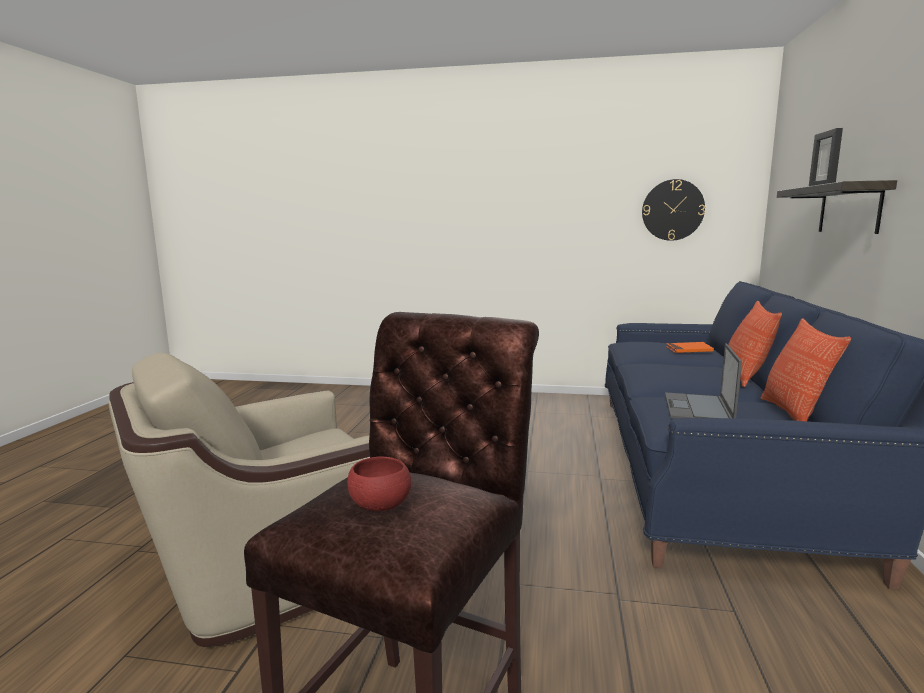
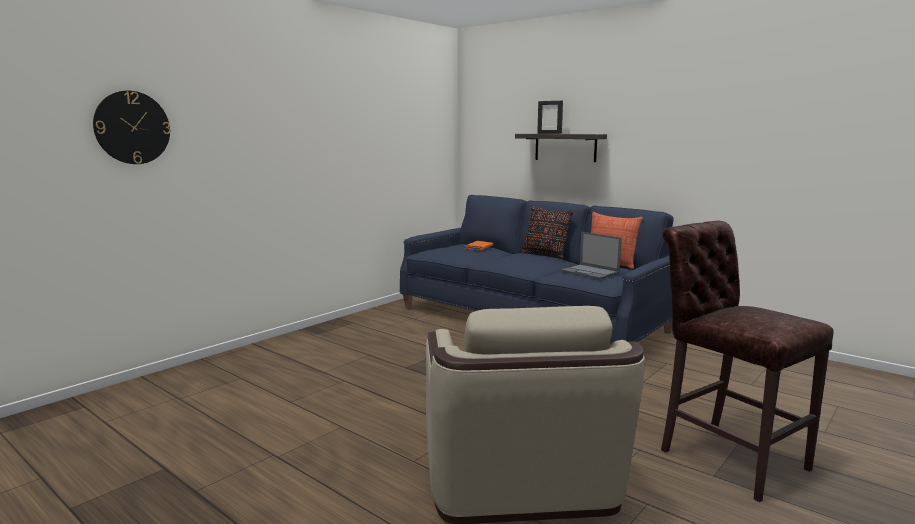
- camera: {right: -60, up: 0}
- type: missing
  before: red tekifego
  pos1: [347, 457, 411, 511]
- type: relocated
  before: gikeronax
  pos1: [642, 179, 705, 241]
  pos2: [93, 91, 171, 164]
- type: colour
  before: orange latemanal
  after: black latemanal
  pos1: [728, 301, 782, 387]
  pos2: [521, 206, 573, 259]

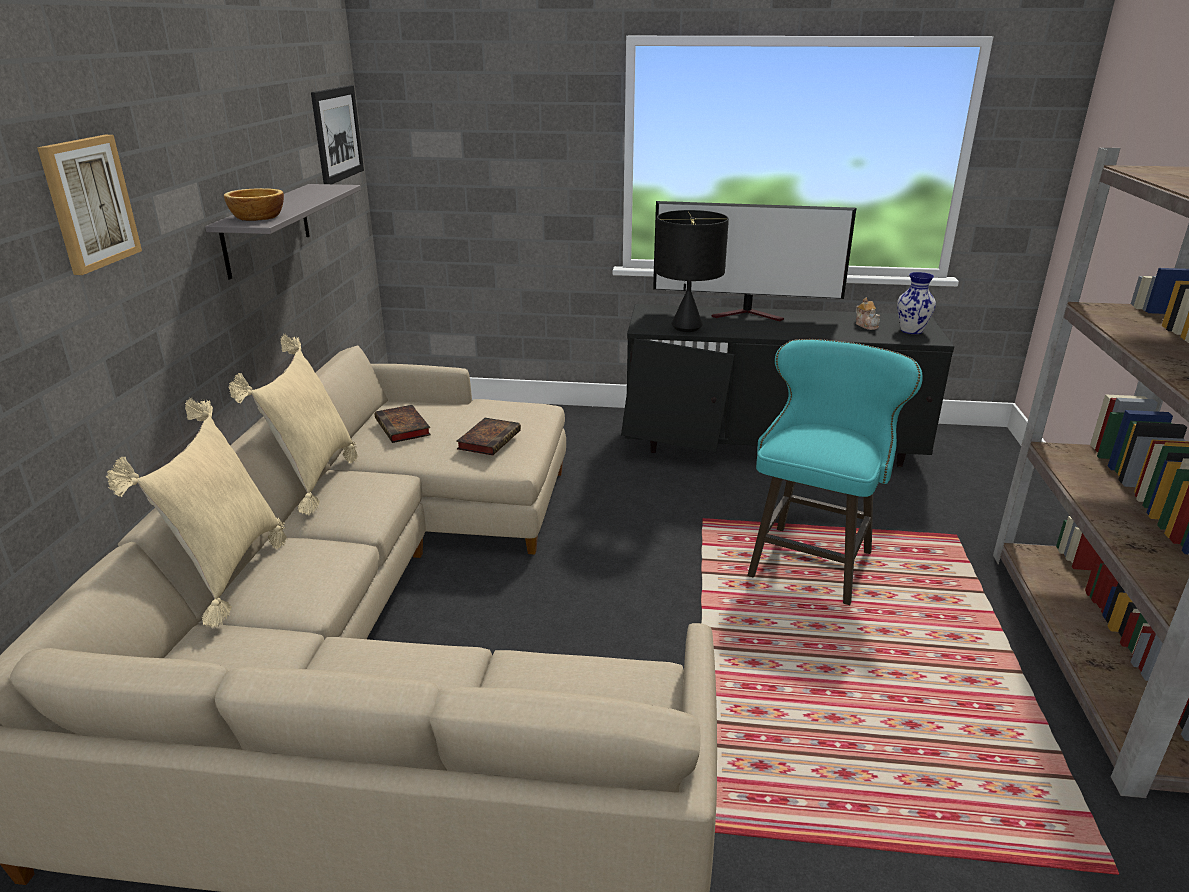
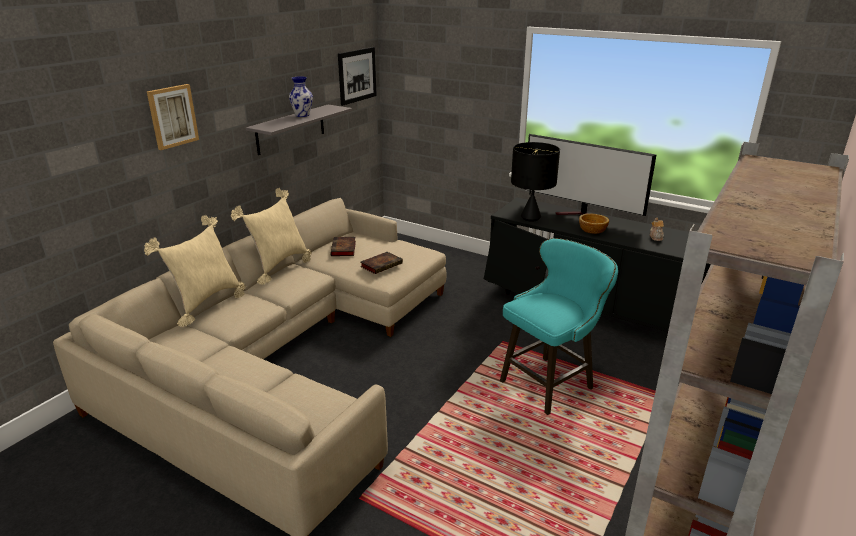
- camera: {right: 25, up: 0}
- type: relocated
  before: tekifego
  pos1: [224, 188, 284, 221]
  pos2: [579, 214, 609, 234]
- type: relocated
  before: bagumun
  pos1: [897, 272, 936, 334]
  pos2: [289, 76, 313, 117]

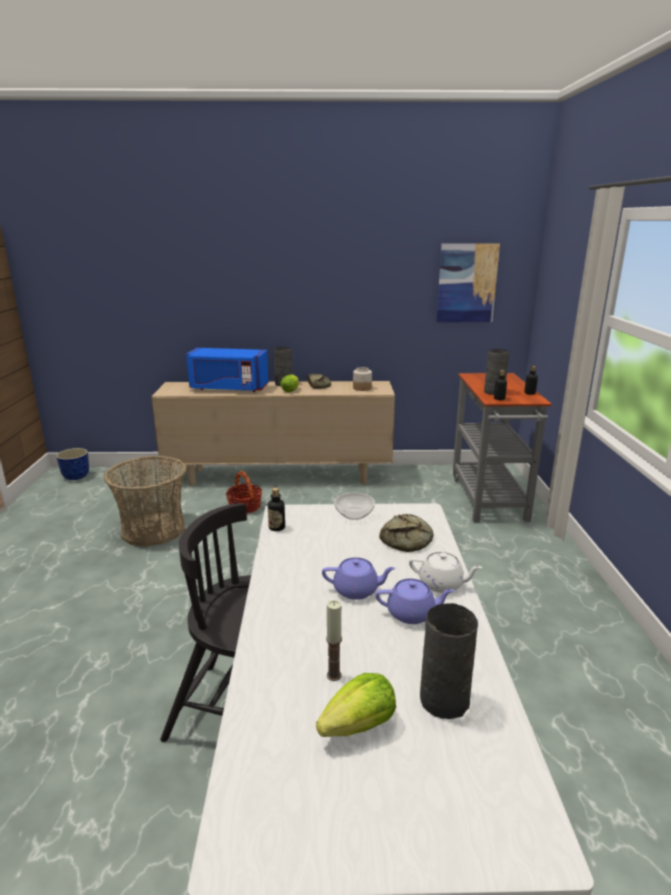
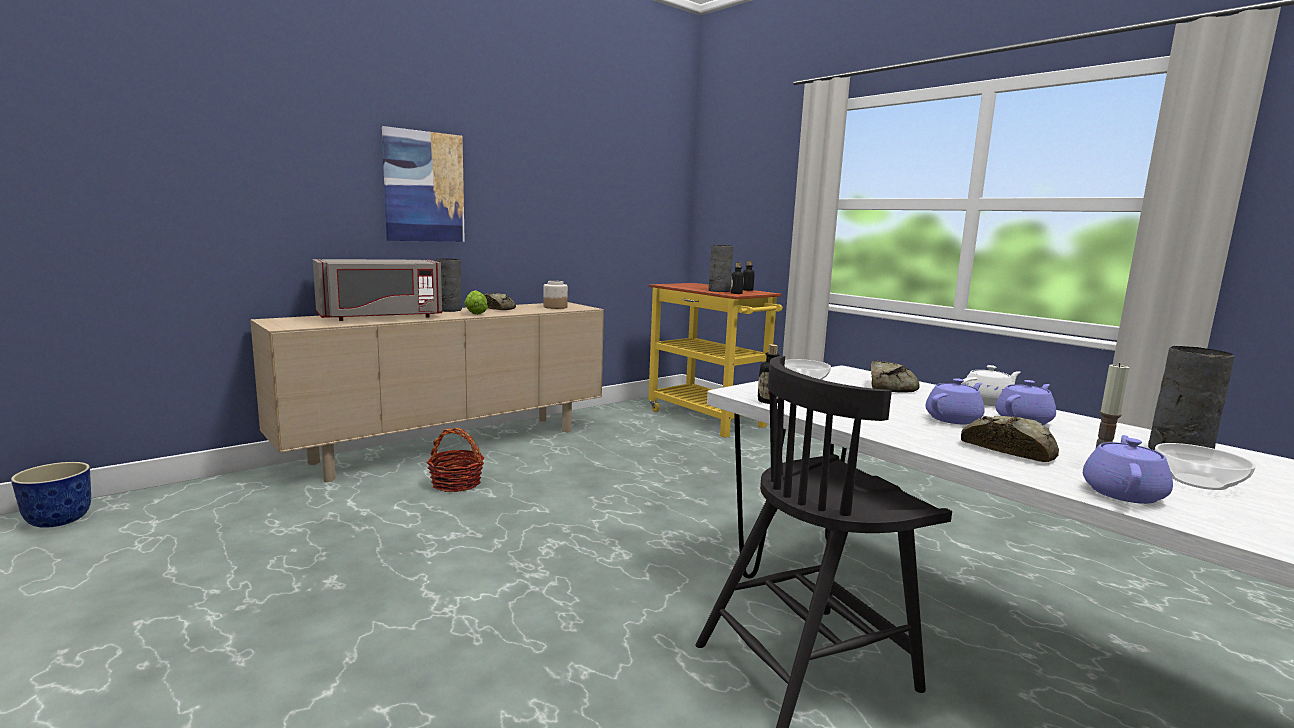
- camera: {right: -40, up: -10}
- type: missing
  before: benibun
  pos1: [104, 456, 187, 547]
- type: colour
  before: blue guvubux
  after: grey guvubux
  pos1: [186, 348, 269, 392]
  pos2: [313, 259, 442, 321]
- type: exchanged
  before: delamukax
  after: tekifego
  pos1: [316, 673, 396, 737]
  pos2: [1155, 443, 1256, 490]
- type: relocated
  before: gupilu
  pos1: [437, 243, 500, 322]
  pos2: [382, 126, 465, 242]
- type: colour
  before: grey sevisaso
  after: yellow sevisaso
  pos1: [453, 373, 551, 522]
  pos2: [648, 283, 783, 438]
- type: appeared
  after: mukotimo
  pos2: [961, 416, 1059, 462]
- type: appeared
  after: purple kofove
  pos2: [1083, 435, 1173, 504]

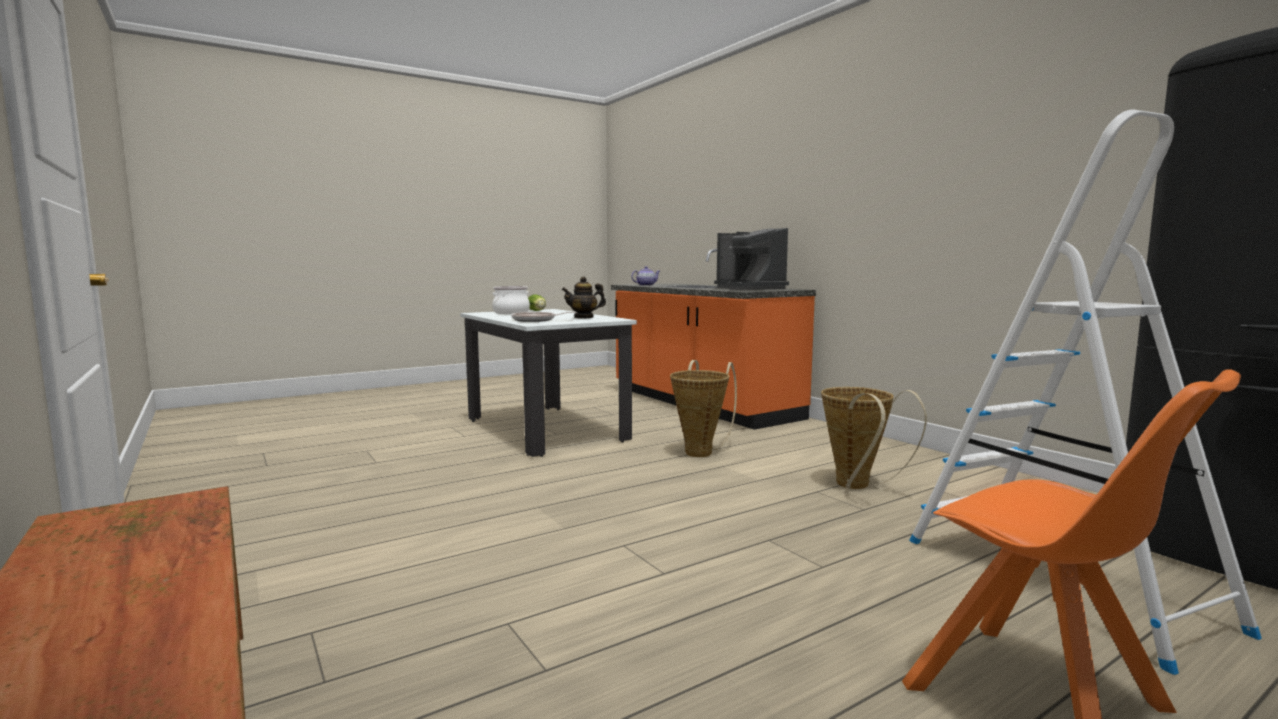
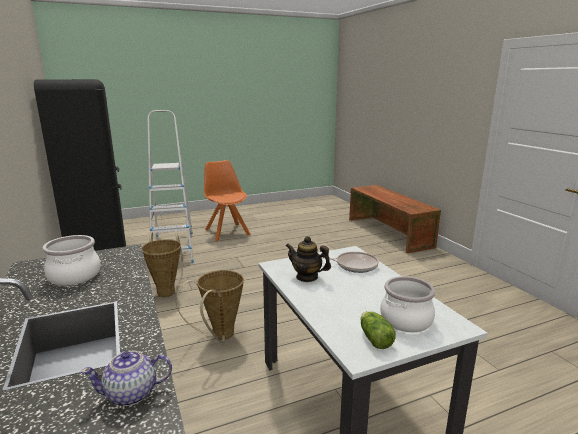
- camera: {right: -170, up: 10}
- type: spun
  before: kofove
  pos1: [562, 276, 606, 318]
  pos2: [286, 236, 331, 282]
  turn: -150
- type: exchanged
  before: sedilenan
  after: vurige
  pos1: [714, 228, 789, 290]
  pos2: [42, 235, 101, 285]

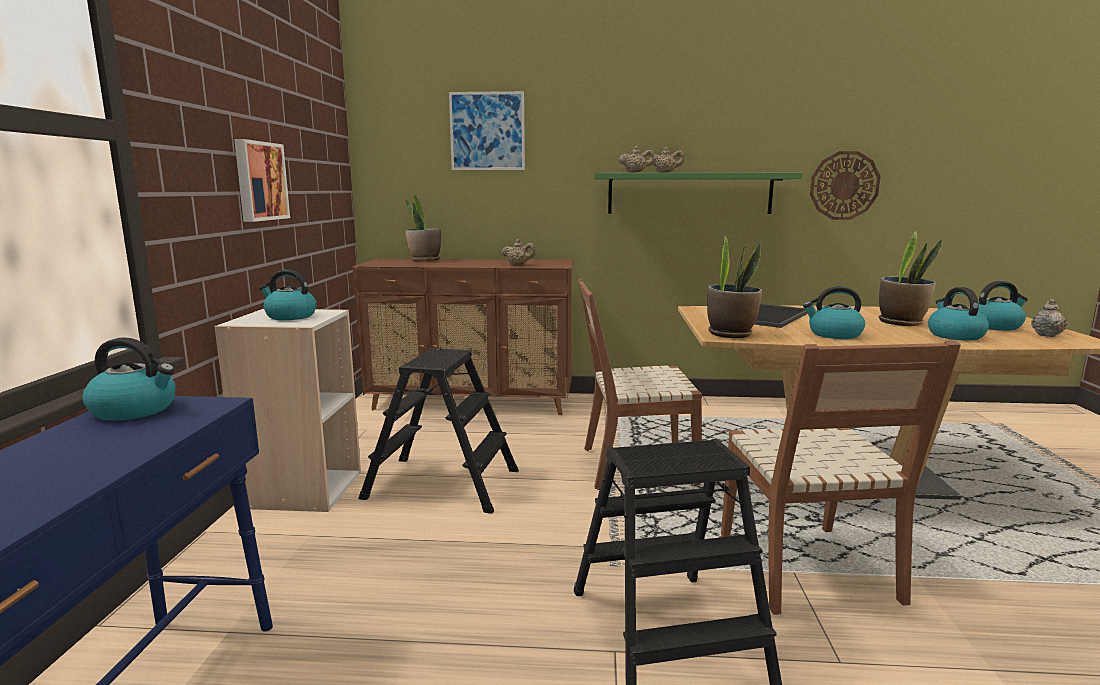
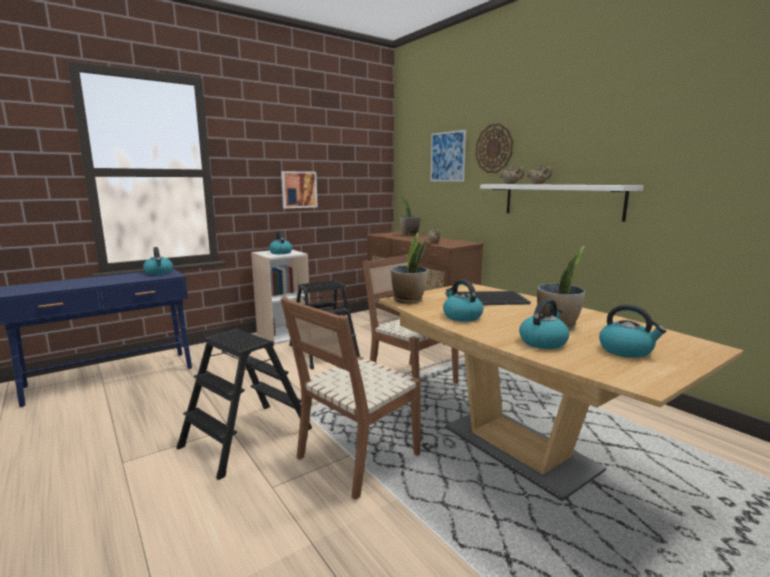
- camera: {right: 50, up: 0}
- type: colour
  before: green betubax
  after: white betubax
  pos1: [594, 173, 802, 214]
  pos2: [480, 184, 644, 222]
- type: relocated
  before: gikeronax
  pos1: [810, 151, 881, 220]
  pos2: [476, 123, 513, 173]
- type: missing
  before: beige kofove
  pos1: [1031, 299, 1068, 337]

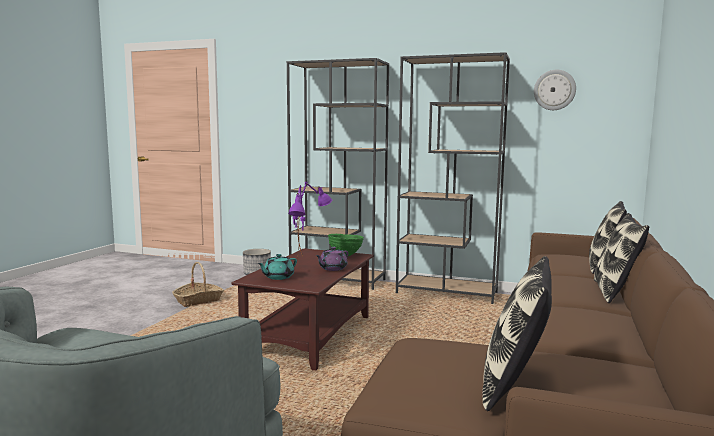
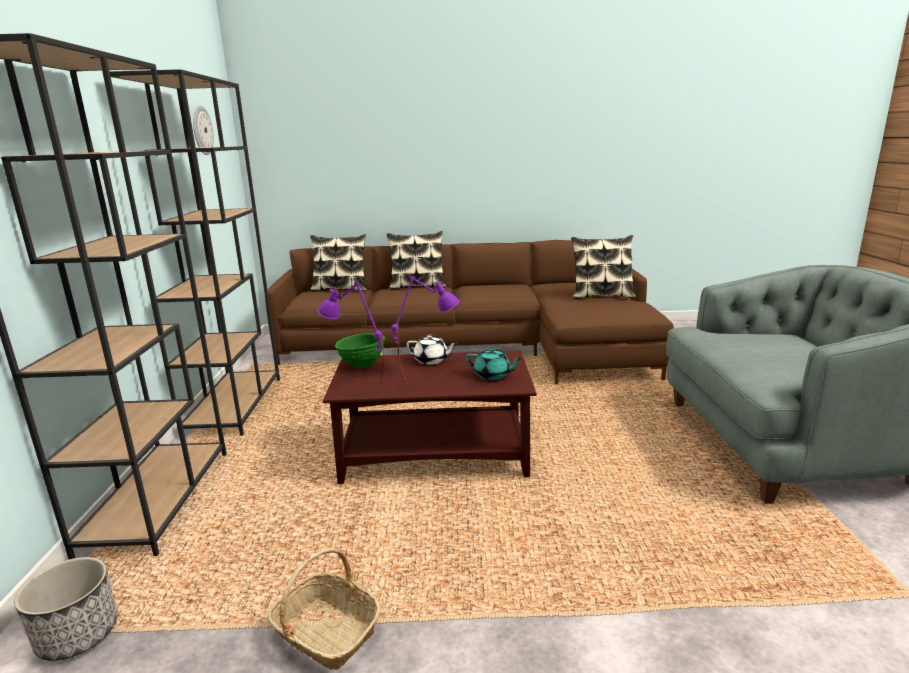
- camera: {right: -110, up: 10}
- type: colour
  before: purple kofove
  after: white kofove
  pos1: [316, 247, 348, 271]
  pos2: [407, 335, 458, 365]

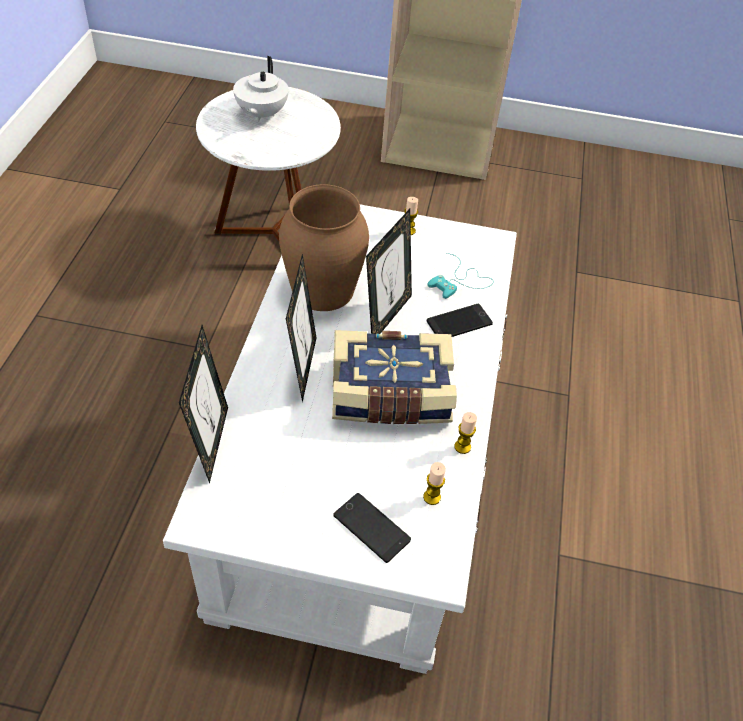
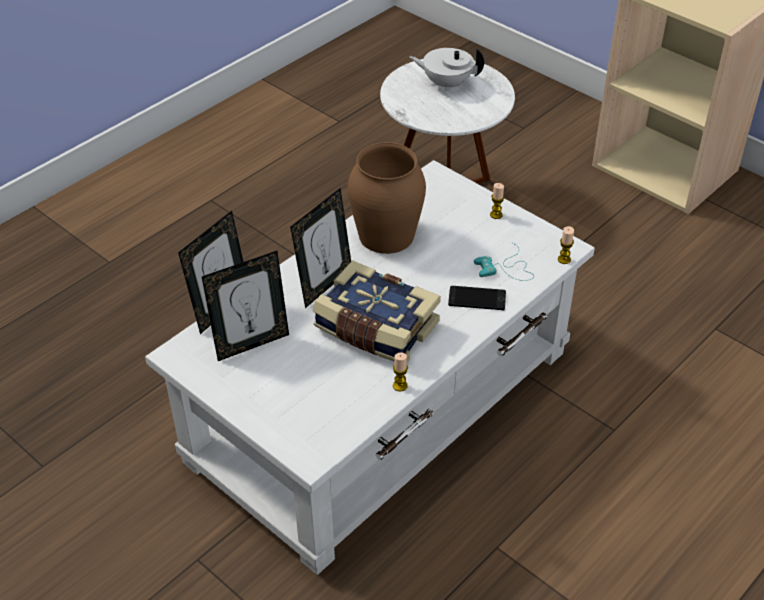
- camera: {right: 35, up: -5}
- type: spun
  before: white kofove
  pos1: [233, 56, 289, 122]
  pos2: [409, 48, 484, 91]
  turn: 60
- type: missing
  before: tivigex
  pos1: [333, 493, 411, 563]
- type: relocated
  before: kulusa
  pos1: [366, 209, 412, 334]
  pos2: [202, 251, 289, 361]
- type: relocated
  before: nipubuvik
  pos1: [423, 462, 446, 505]
  pos2: [558, 226, 574, 264]

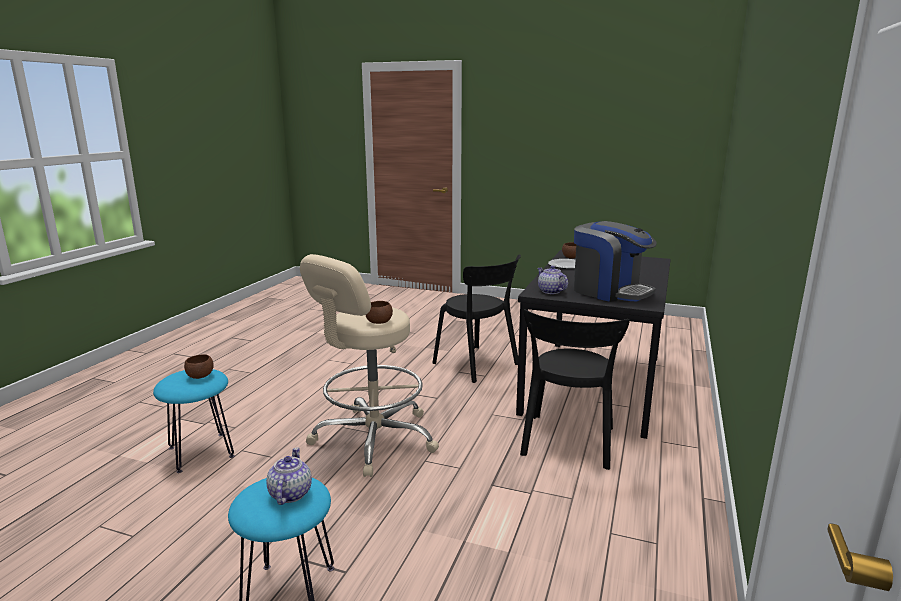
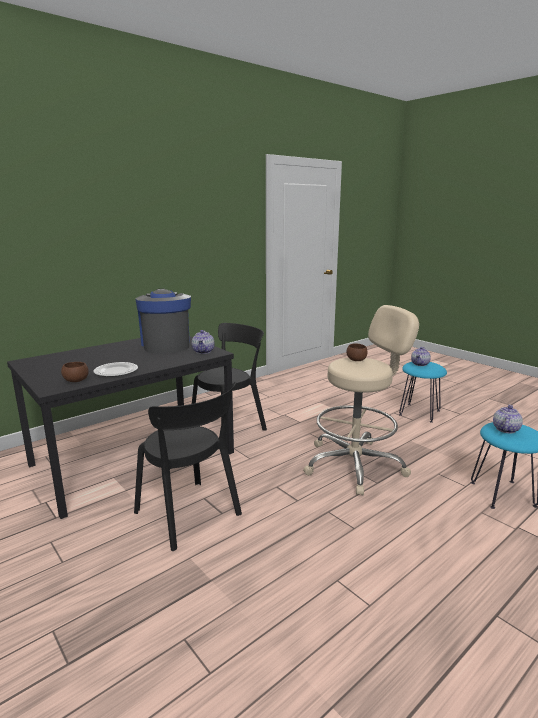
- camera: {right: -150, up: 0}
- type: exchanged
  before: brown tekifego
  after: kofove
  pos1: [184, 354, 214, 379]
  pos2: [493, 405, 523, 434]
- type: spun
  before: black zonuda
  pos1: [432, 254, 521, 383]
  pos2: [134, 381, 242, 551]
  turn: 150

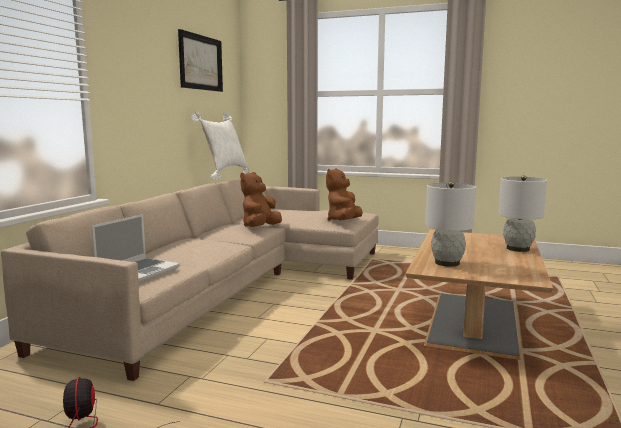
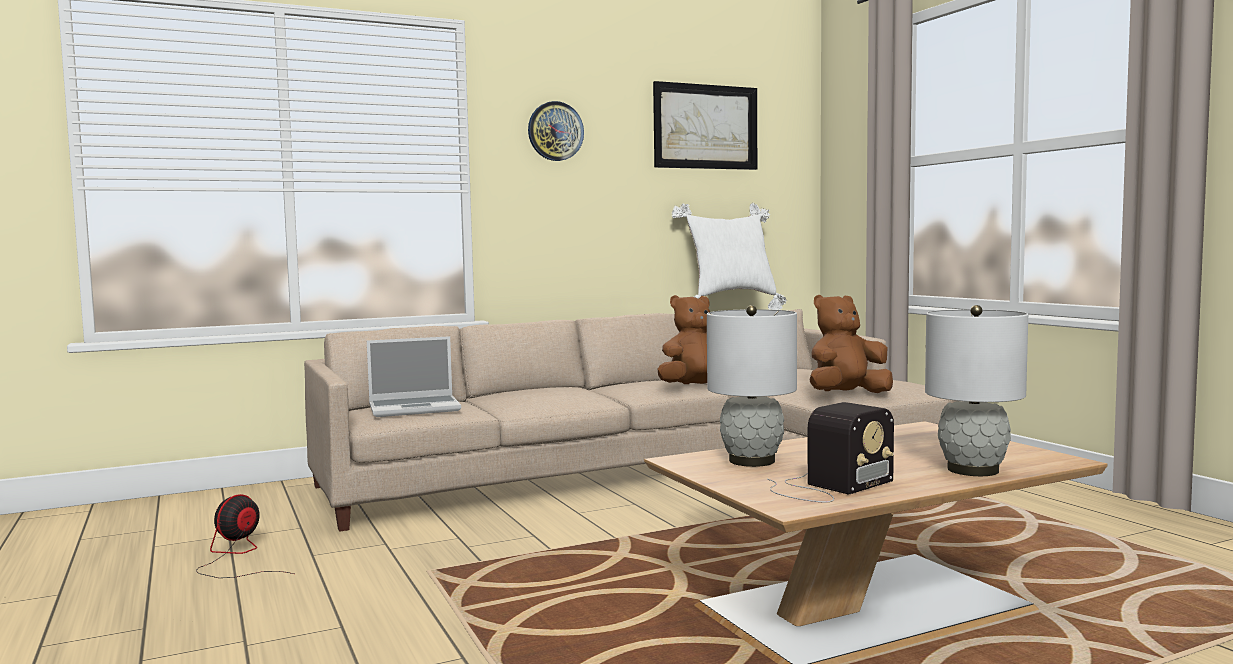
- camera: {right: 45, up: -5}
- type: appeared
  after: gikeronax
  pos2: [528, 101, 584, 161]
- type: appeared
  after: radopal
  pos2: [767, 402, 894, 502]

